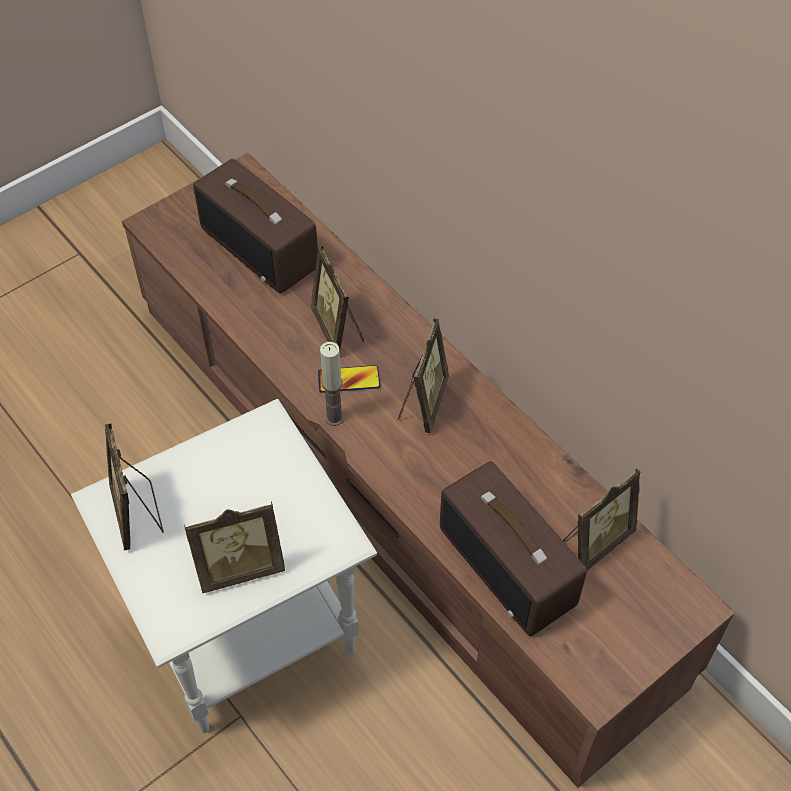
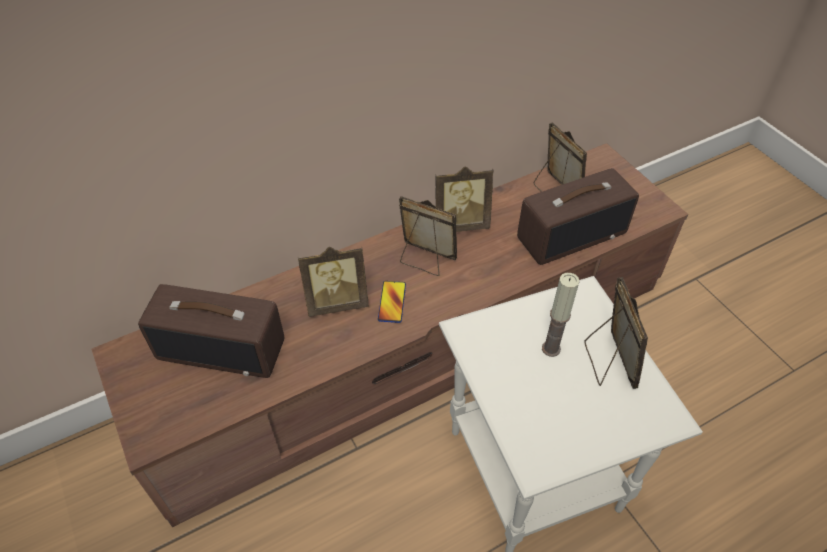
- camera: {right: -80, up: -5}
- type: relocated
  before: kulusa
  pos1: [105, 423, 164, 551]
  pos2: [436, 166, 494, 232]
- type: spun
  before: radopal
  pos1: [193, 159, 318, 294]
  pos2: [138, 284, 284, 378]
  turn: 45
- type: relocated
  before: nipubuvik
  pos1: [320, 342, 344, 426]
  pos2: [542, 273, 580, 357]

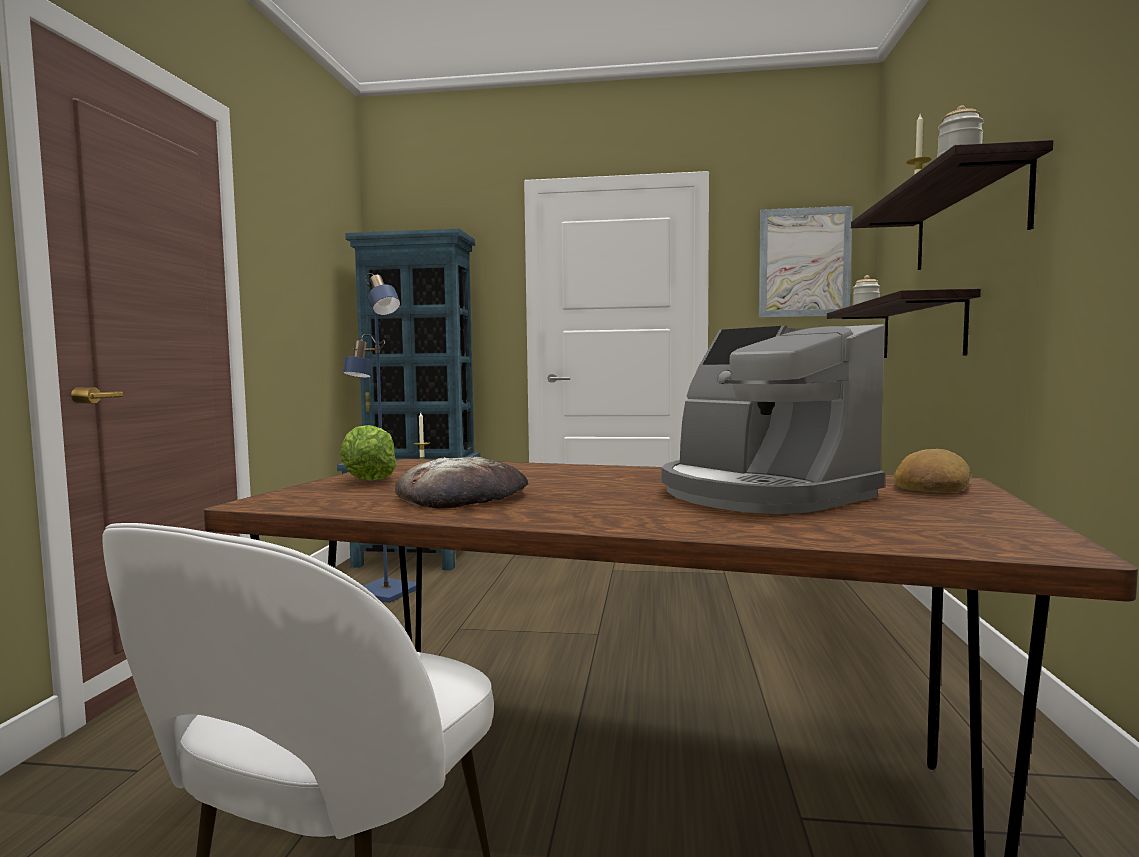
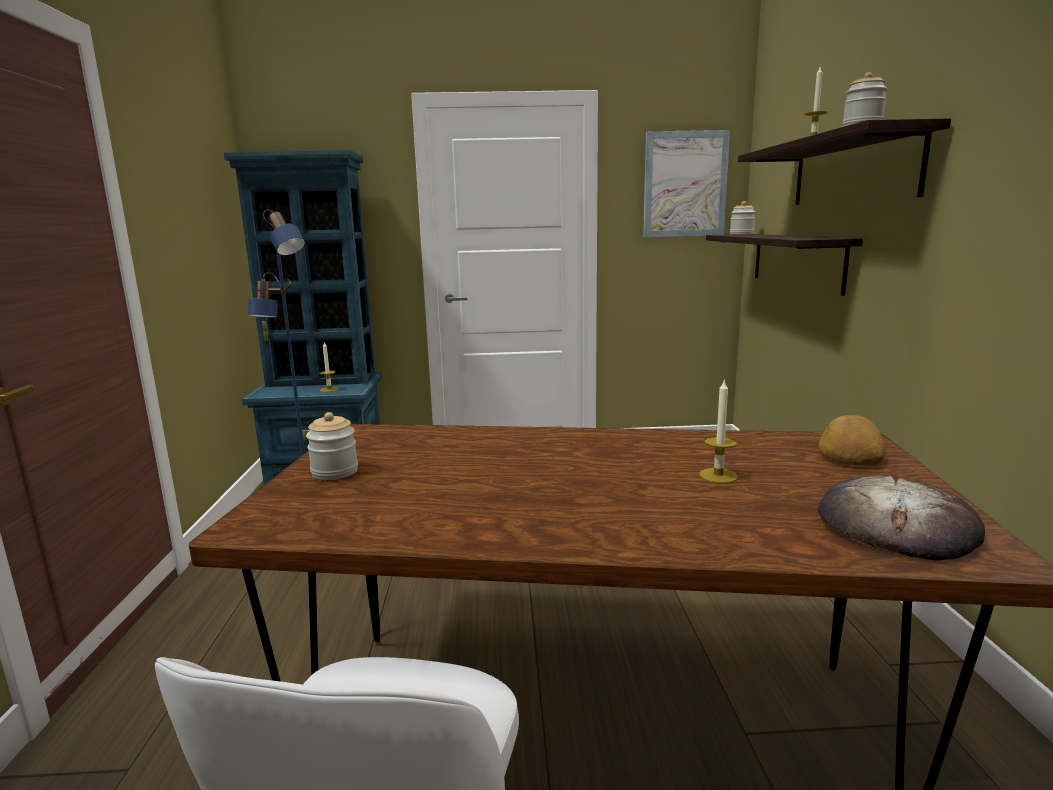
- camera: {right: -10, up: 10}
- type: exchanged
  before: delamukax
  after: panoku
  pos1: [340, 425, 397, 481]
  pos2: [306, 412, 358, 480]
- type: relocated
  before: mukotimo
  pos1: [395, 456, 528, 508]
  pos2: [818, 475, 985, 561]
- type: exchanged
  before: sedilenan
  after: nipubuvik
  pos1: [662, 324, 885, 514]
  pos2: [699, 378, 738, 483]

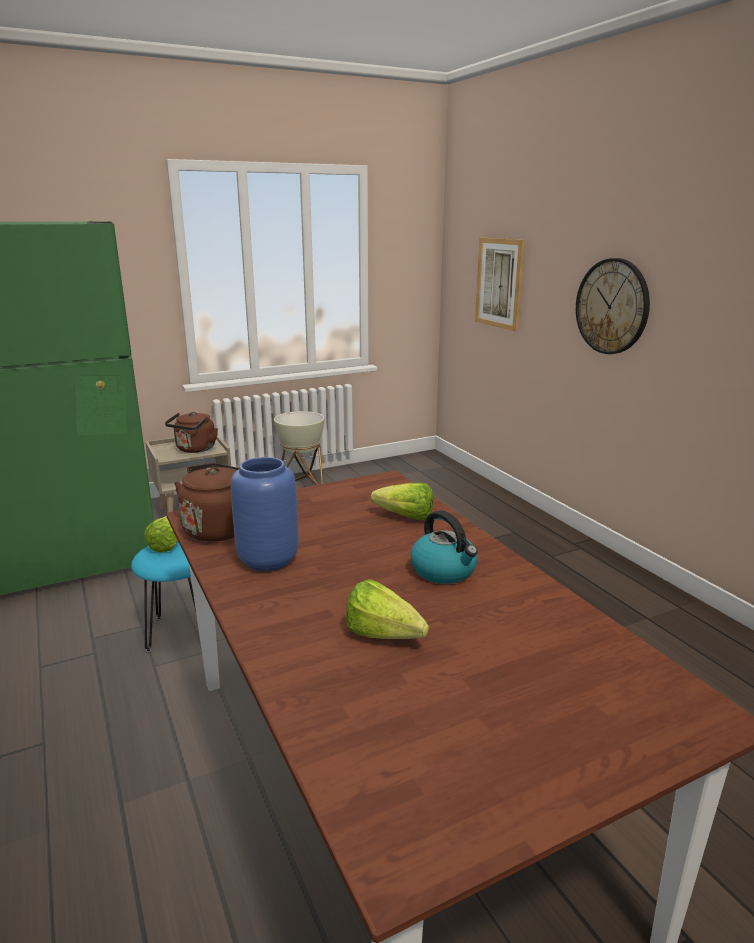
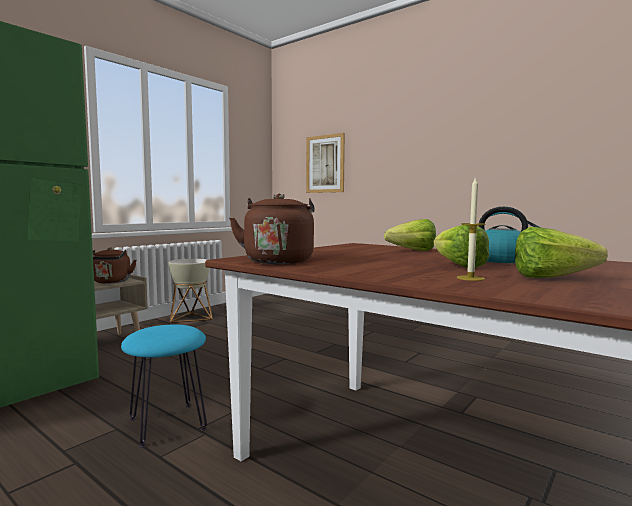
- camera: {right: -25, up: -15}
- type: relocated
  before: delamukax
  pos1: [144, 516, 178, 552]
  pos2: [434, 225, 489, 268]
- type: missing
  before: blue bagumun
  pos1: [231, 457, 298, 571]
- type: missing
  before: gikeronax
  pos1: [576, 258, 650, 354]
- type: appeared
  after: nipubuvik
  pos2: [457, 176, 486, 281]

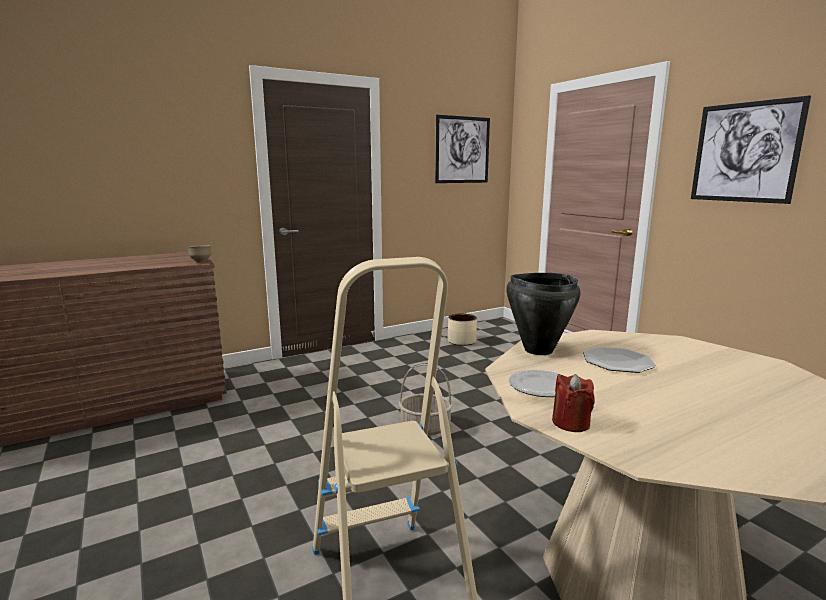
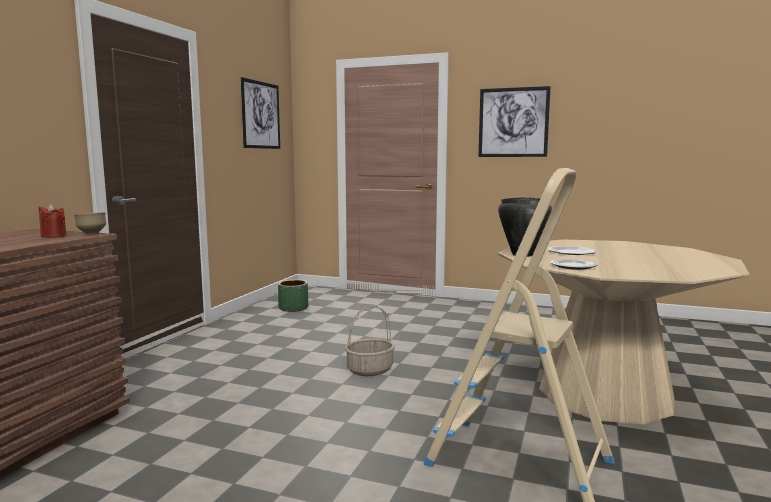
- camera: {right: -40, up: -5}
- type: colour
  before: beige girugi
  after: green girugi
  pos1: [448, 313, 477, 346]
  pos2: [278, 280, 309, 312]
- type: relocated
  before: red nipubuvik
  pos1: [552, 374, 595, 432]
  pos2: [38, 204, 67, 238]

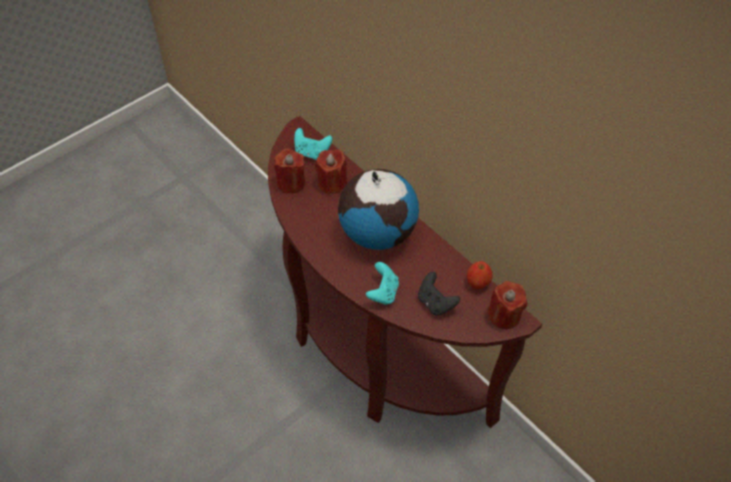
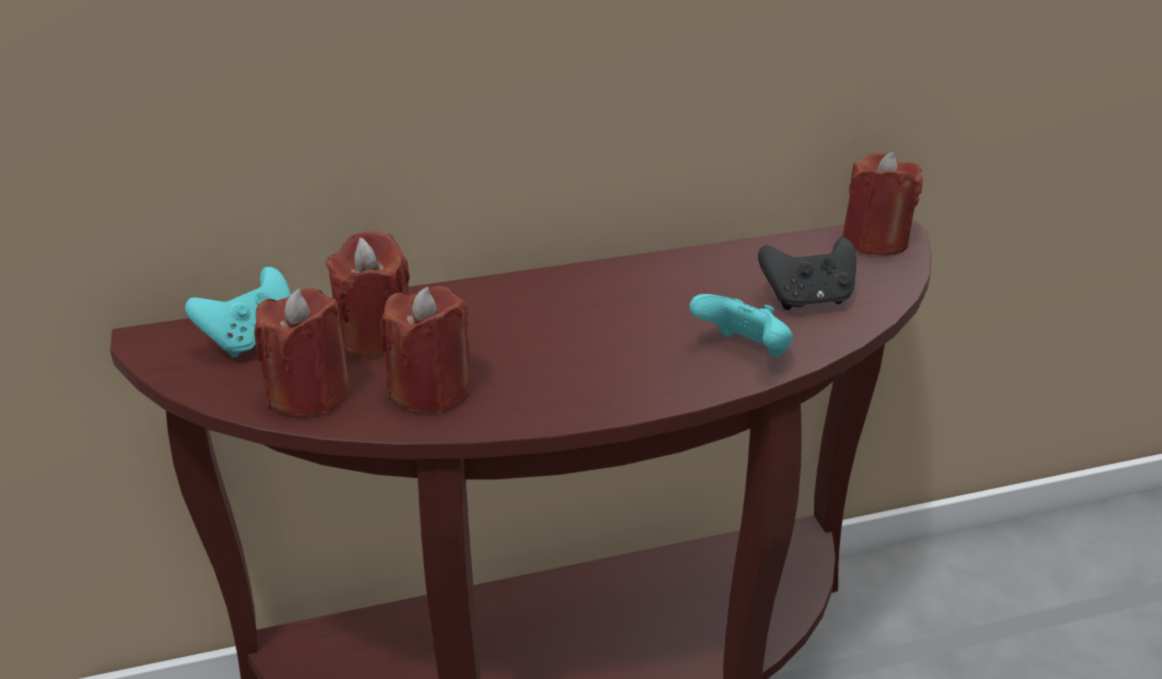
- camera: {right: -65, up: -20}
- type: missing
  before: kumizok
  pos1: [338, 169, 419, 250]
- type: missing
  before: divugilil
  pos1: [467, 261, 493, 289]
- type: appeared
  after: red nipubuvik
  pos2: [381, 286, 471, 413]

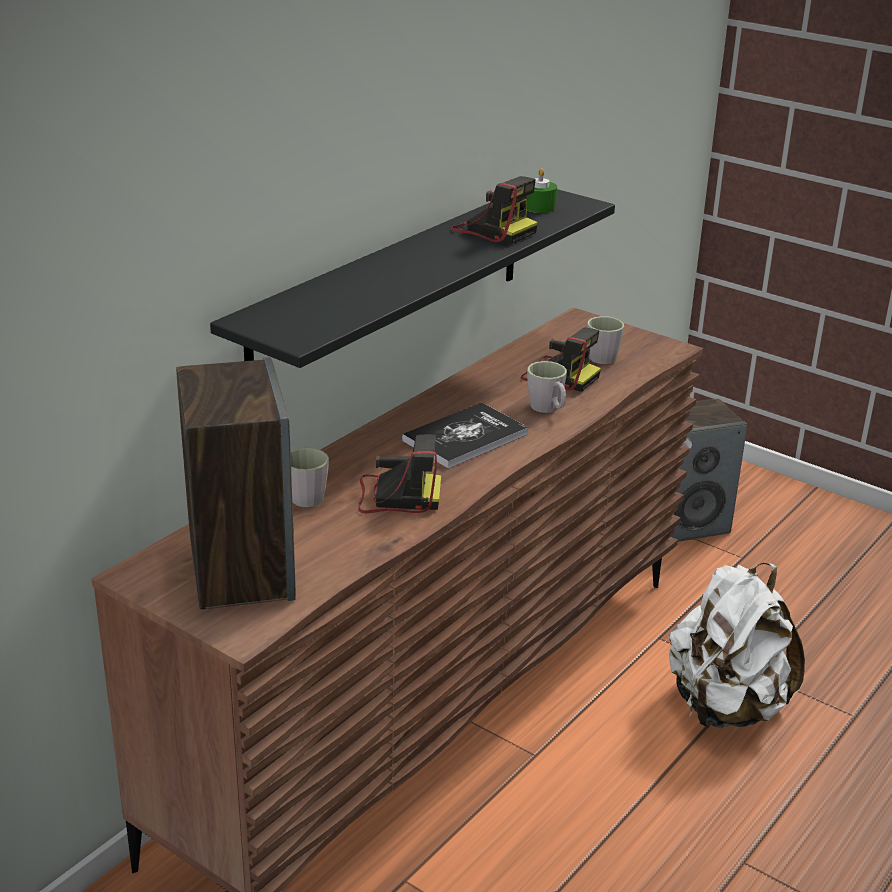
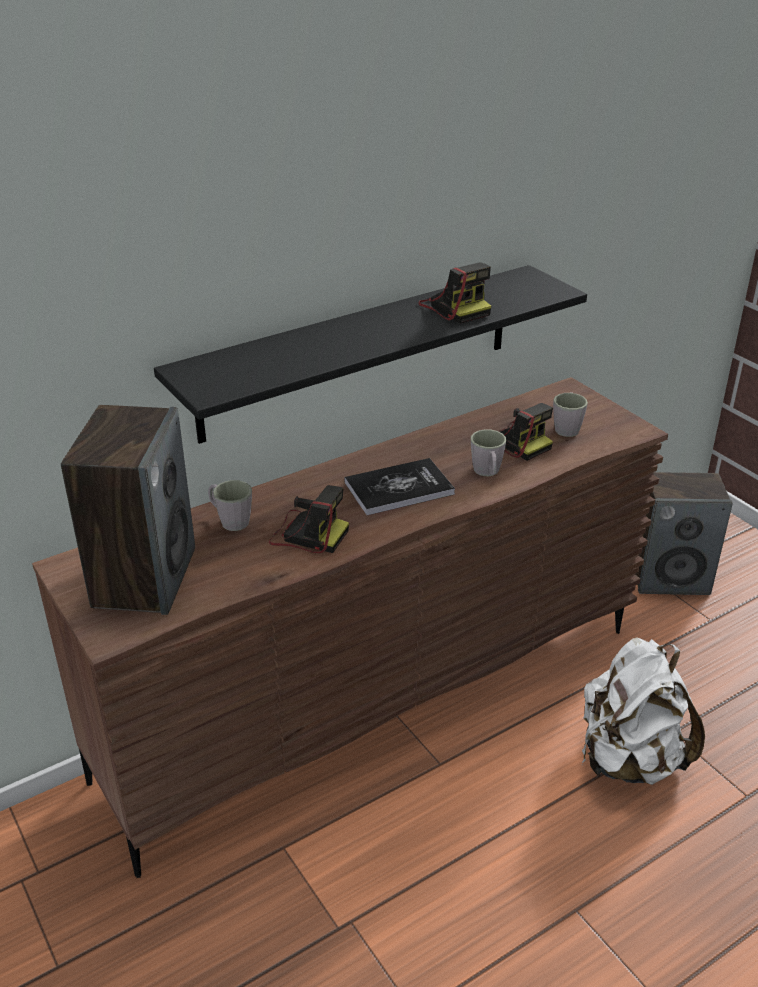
- camera: {right: 20, up: 5}
- type: missing
  before: green nipubuvik
  pos1: [526, 168, 557, 213]

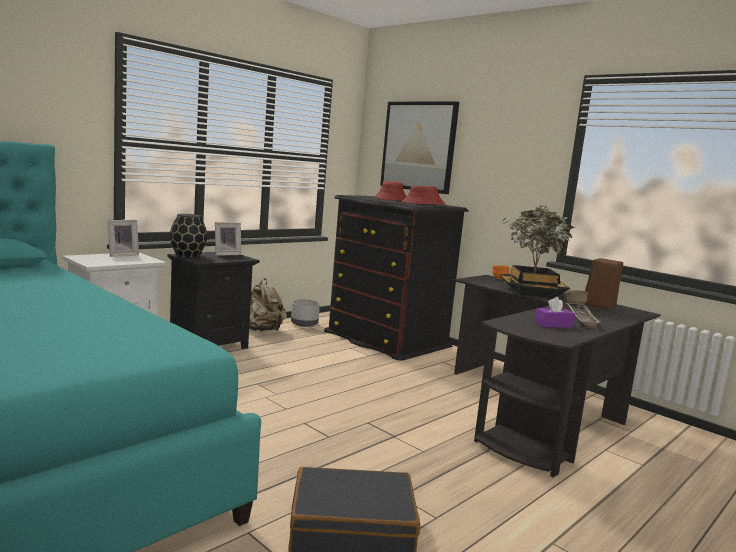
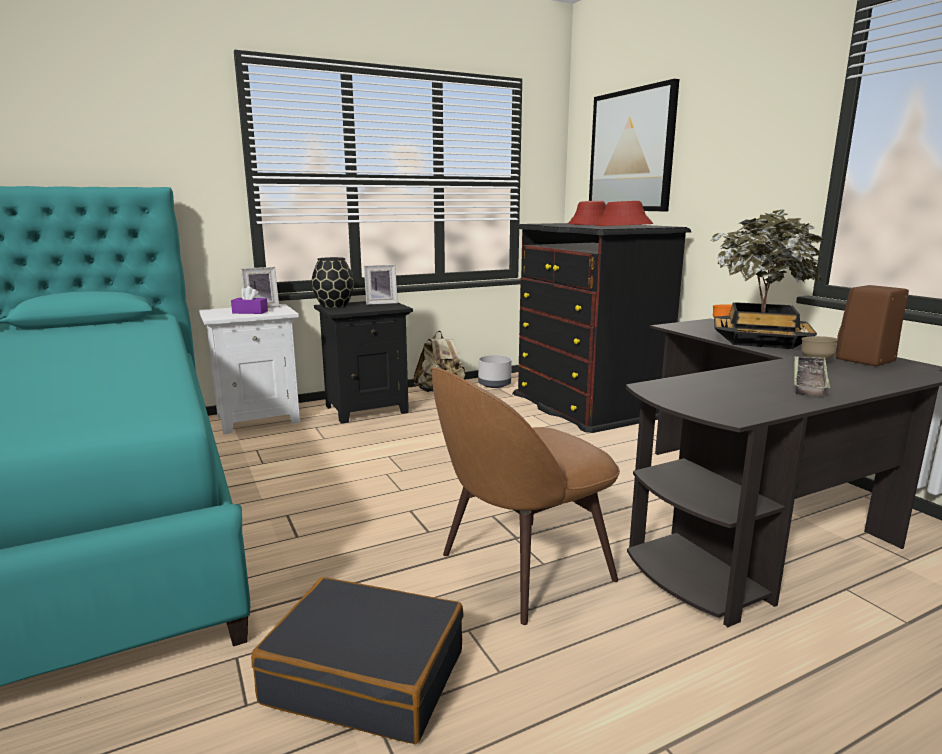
- camera: {right: 20, up: 5}
- type: relocated
  before: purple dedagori
  pos1: [534, 297, 575, 328]
  pos2: [231, 286, 268, 314]
- type: appeared
  after: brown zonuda
  pos2: [430, 367, 620, 625]

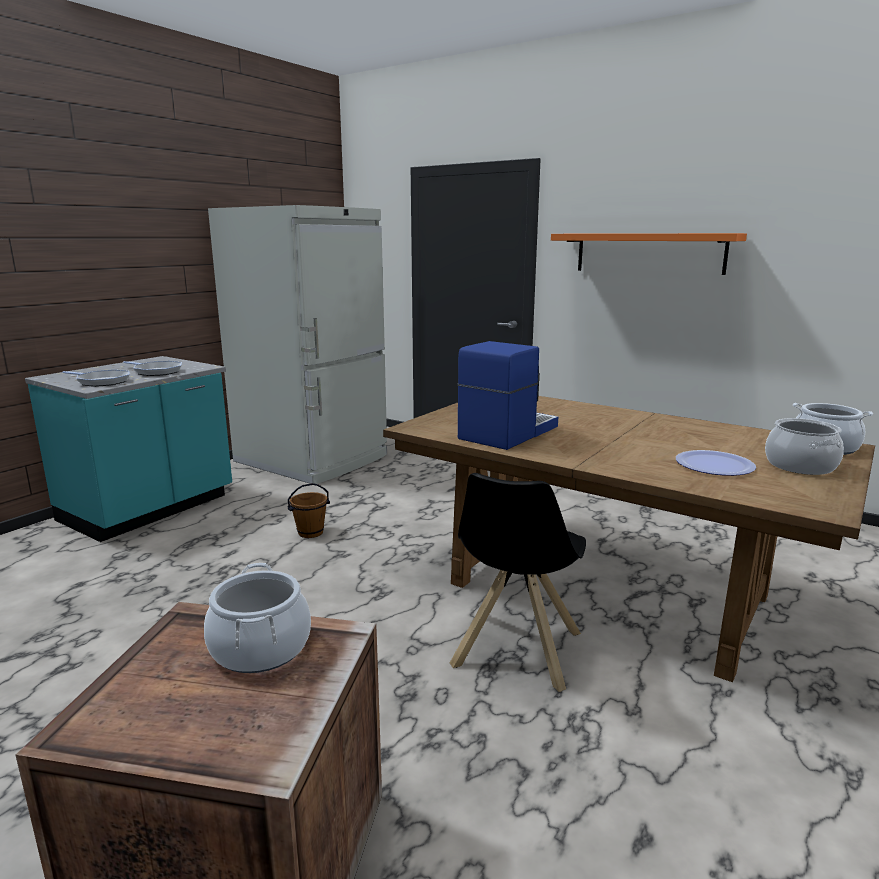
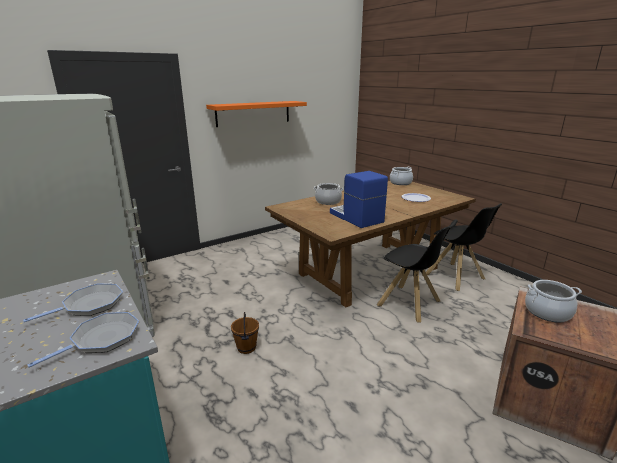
- camera: {right: -70, up: 5}
- type: relocated
  before: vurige
  pos1: [765, 418, 844, 475]
  pos2: [314, 183, 344, 205]
- type: appeared
  after: black zonuda
  pos2: [426, 203, 502, 291]

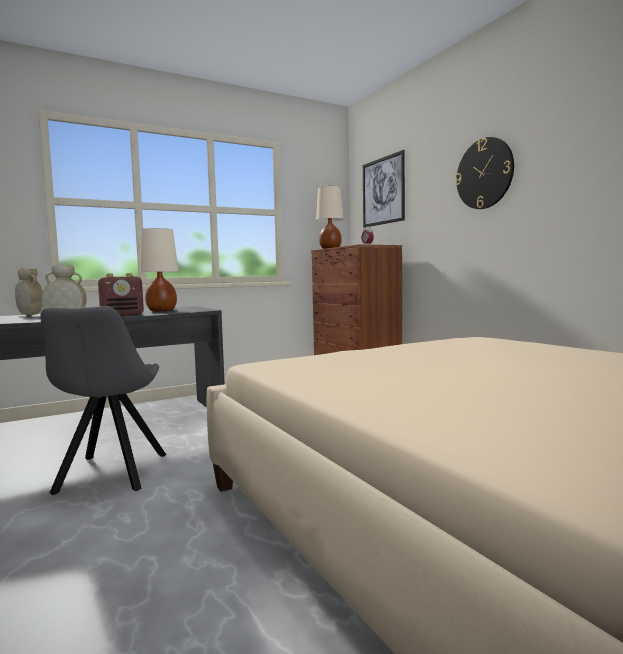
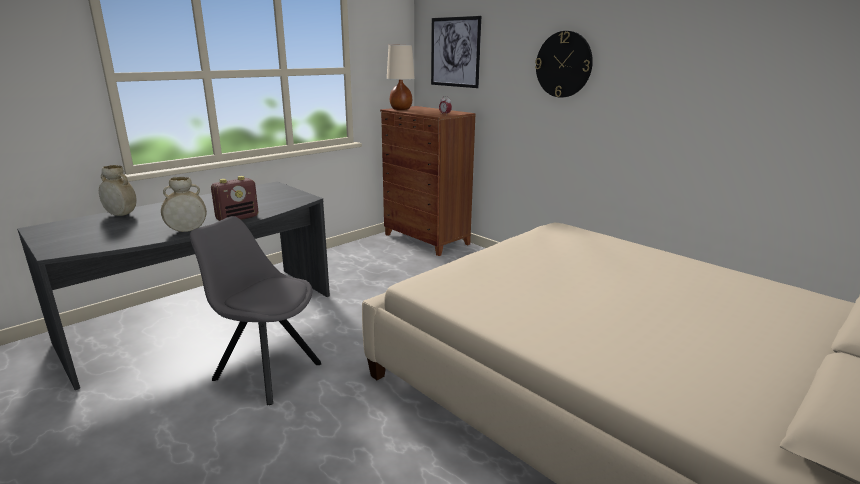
- camera: {right: -15, up: 15}
- type: spun
  before: grey zonuda
  pos1: [40, 306, 166, 495]
  pos2: [190, 216, 321, 405]
  turn: 135
- type: missing
  before: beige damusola
  pos1: [140, 228, 179, 312]

